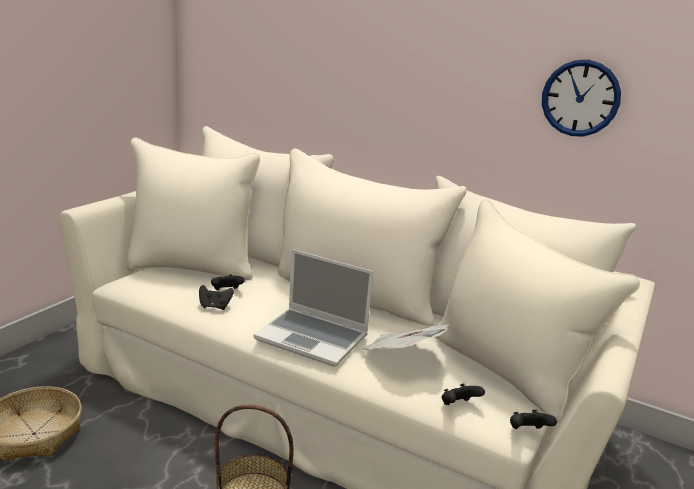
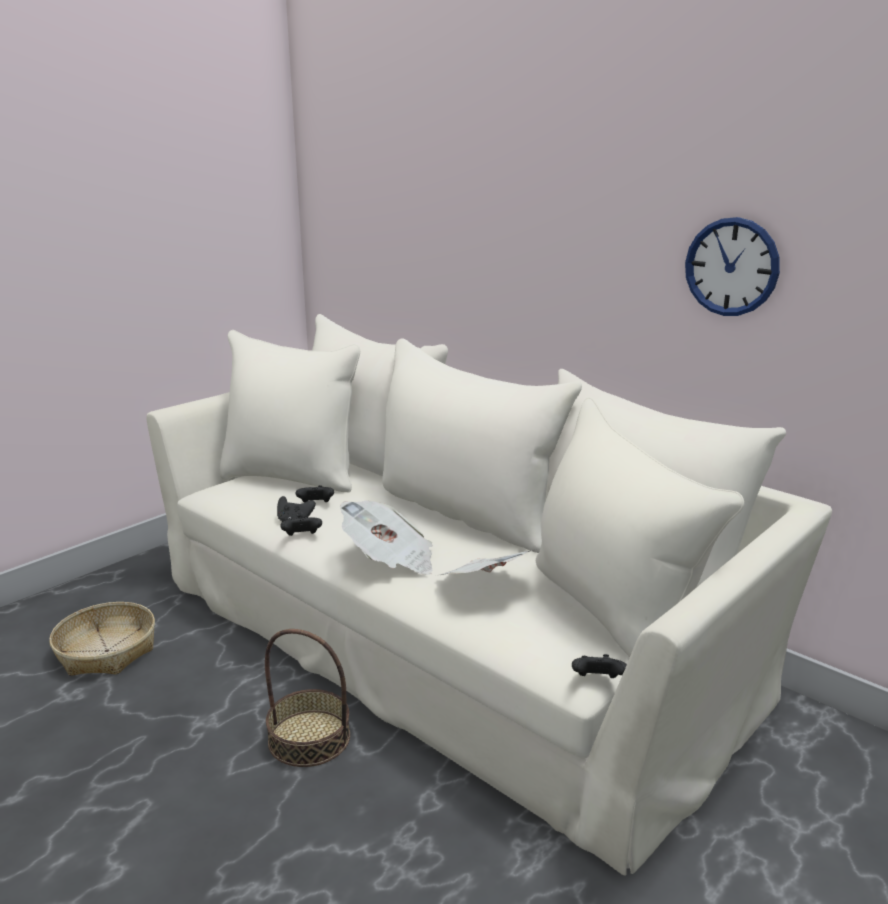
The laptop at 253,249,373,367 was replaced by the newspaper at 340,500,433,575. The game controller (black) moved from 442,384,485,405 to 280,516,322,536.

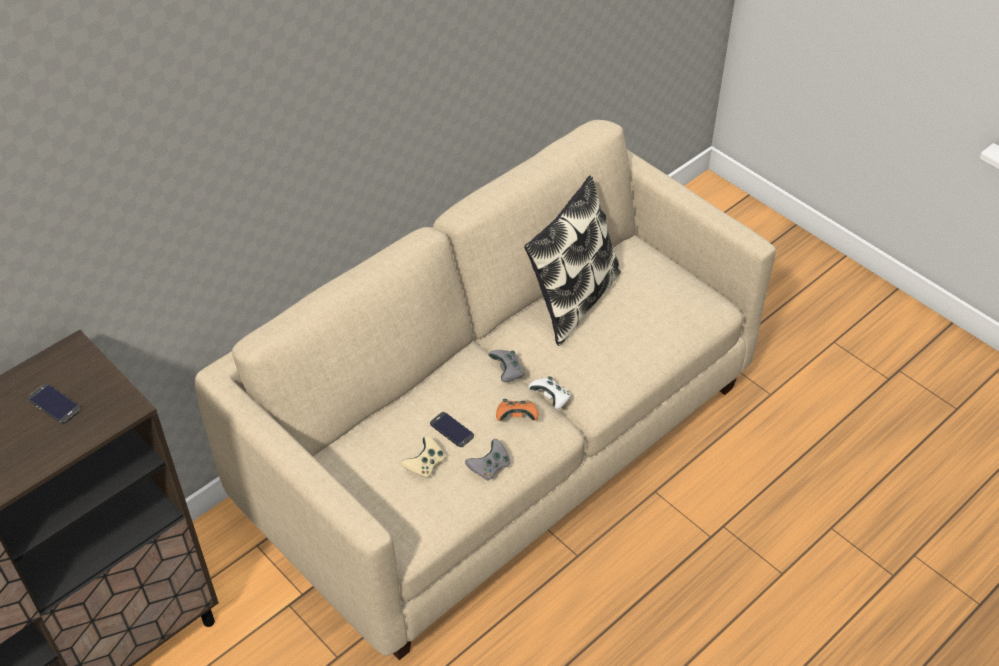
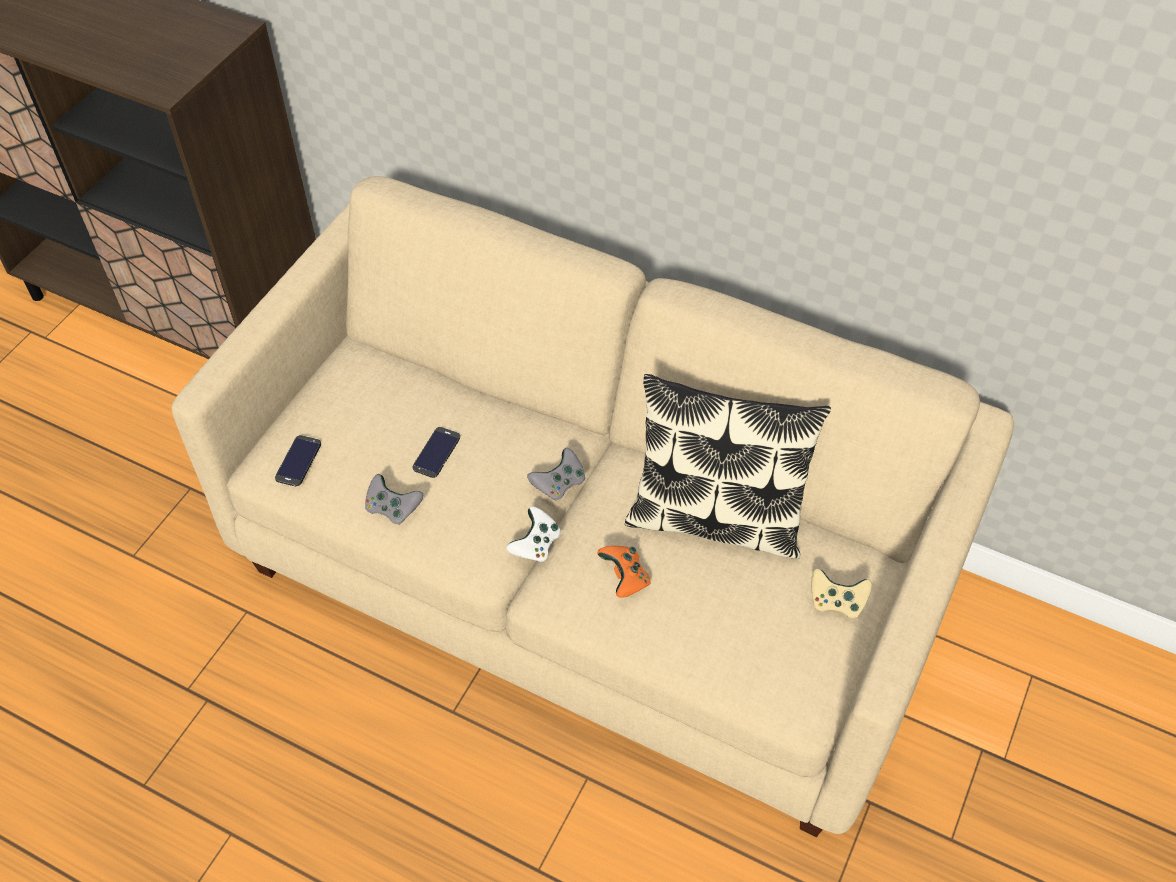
The phone moved from 28,384,81,424 to 275,435,321,486. The game controller (orange) moved from 496,399,539,421 to 597,546,651,598. The game controller (beige) moved from 401,436,445,478 to 811,568,872,618.

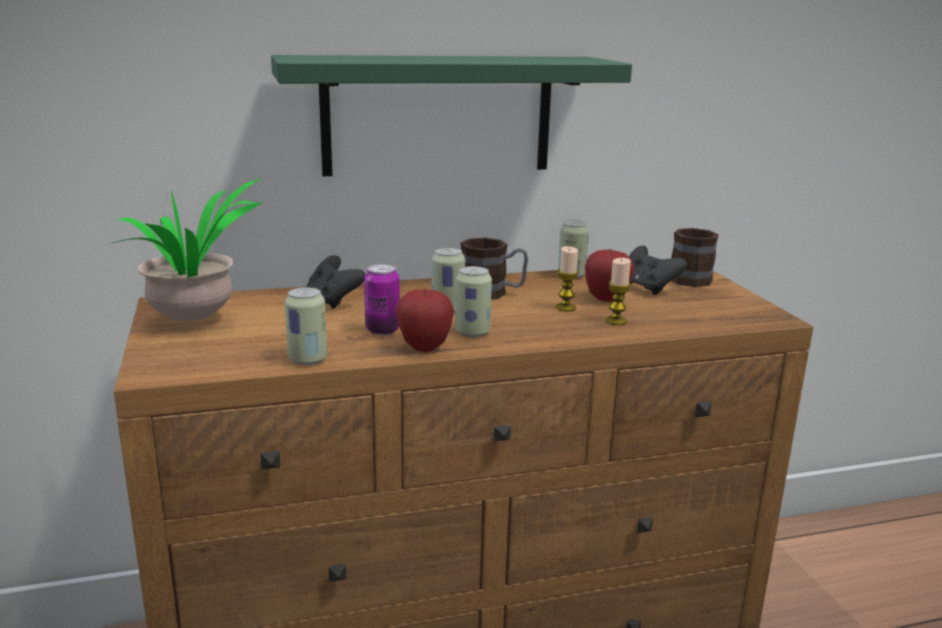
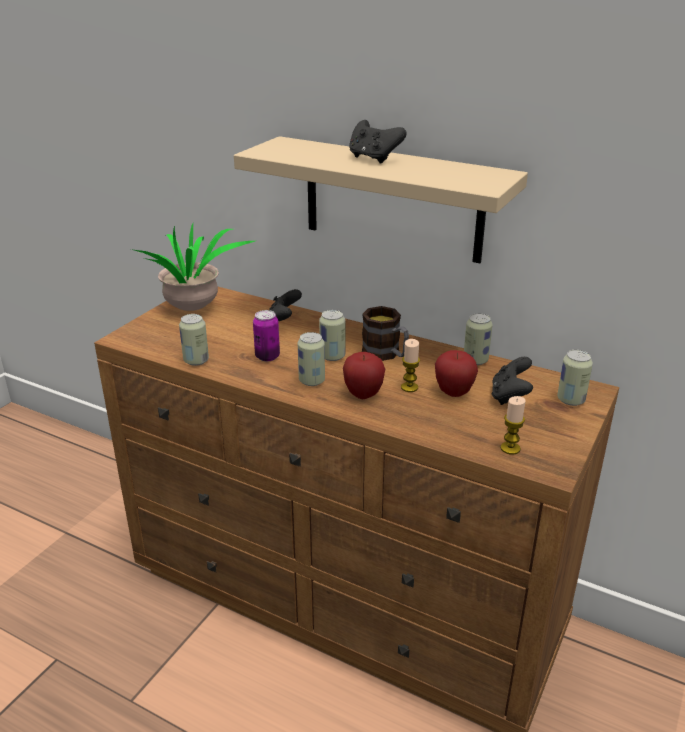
The shelf (green) at 271,55,632,176 became the shelf (beige) at 234,136,528,263. The mug at 671,228,719,287 was replaced by the can at 557,350,593,406. The candle moved from 606,258,631,325 to 500,396,526,455. The apple moved from 396,289,454,352 to 343,352,385,399. The game controller (black) at 349,120,407,164 appeared.

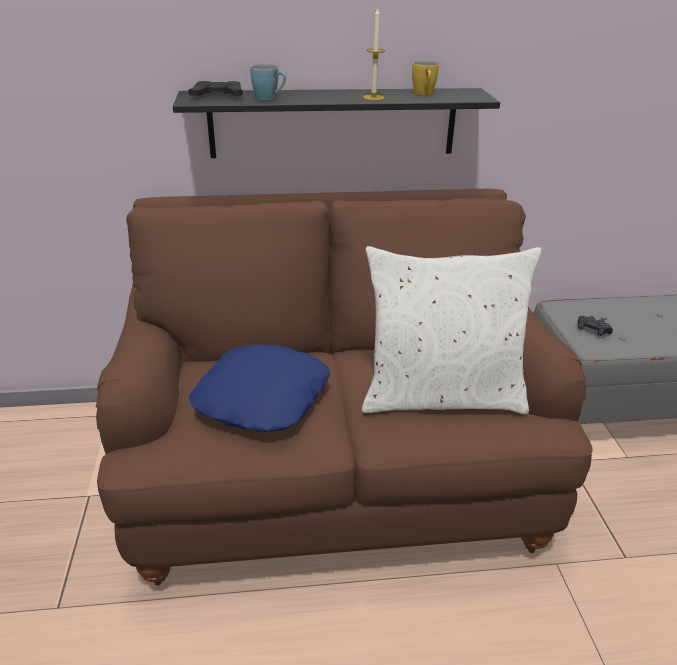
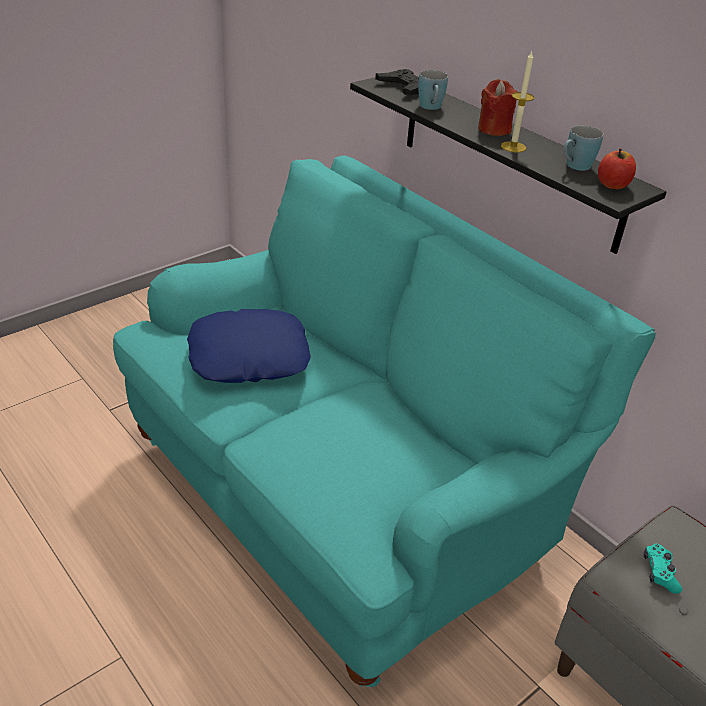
The mug (yellow) at 412,61,439,95 became the mug (blue) at 564,126,603,171. The sofa (brown) at 96,189,593,586 became the sofa (turquoise) at 113,155,656,687. The pillow (white) at 362,246,542,415 disappeared. The game controller (black) at 578,316,613,336 became the game controller (turquoise) at 644,544,682,594. The candle (red) at 478,79,517,136 appeared. The apple at 598,149,636,189 appeared.

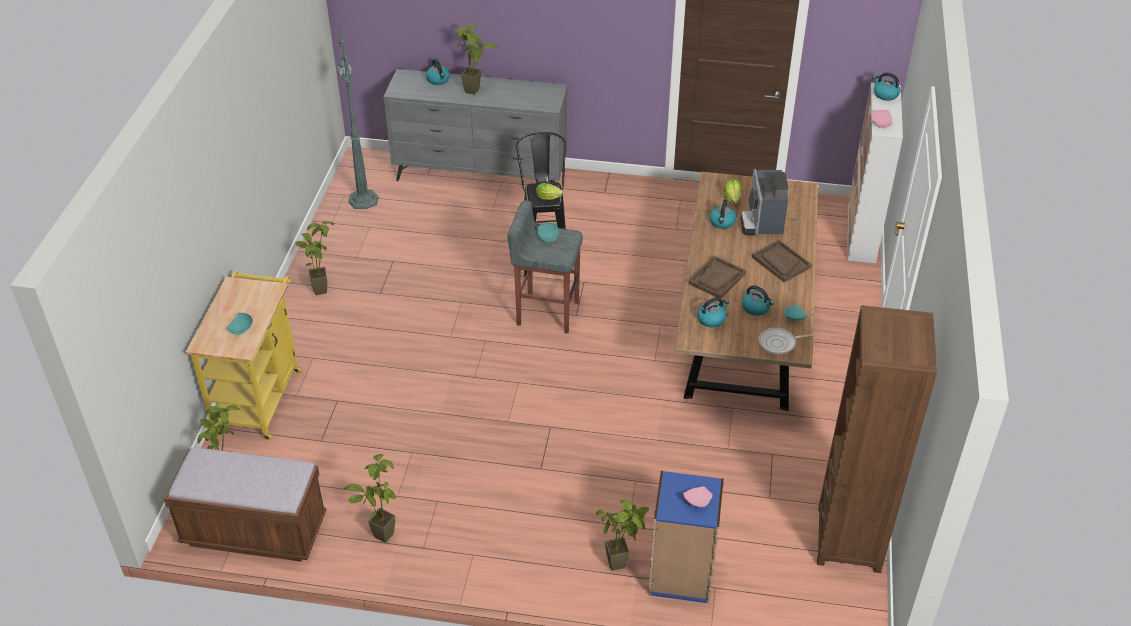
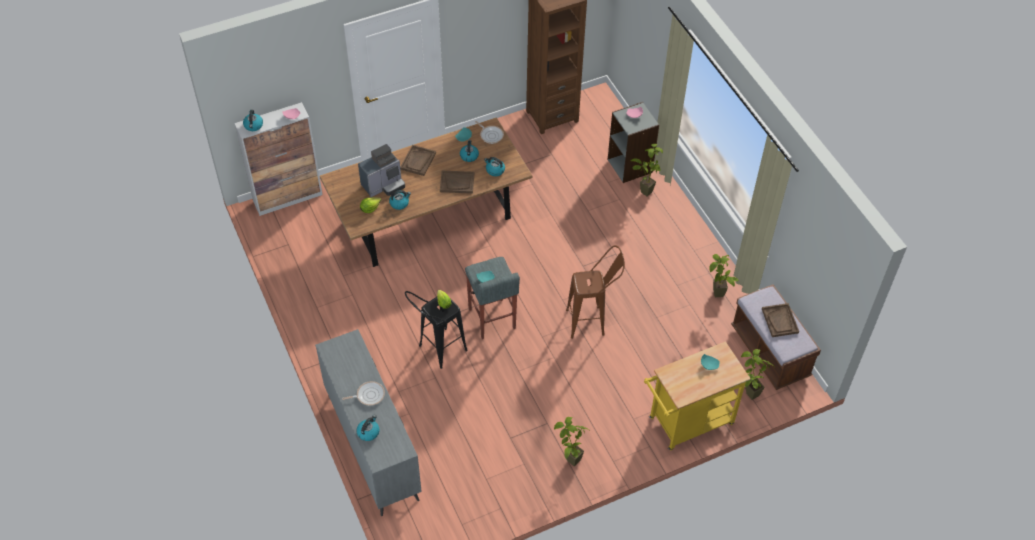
The potted plant at 455,24,498,95 was replaced by the frying pan at 342,381,385,405. The floor lamp (green) at 337,26,379,209 disappeared. The bookcase (blue) at 648,471,724,604 became the bookcase (grey) at 608,102,659,183. The stool (brown) at 566,245,625,339 appeared. The tray (brown) at 762,303,799,337 appeared.

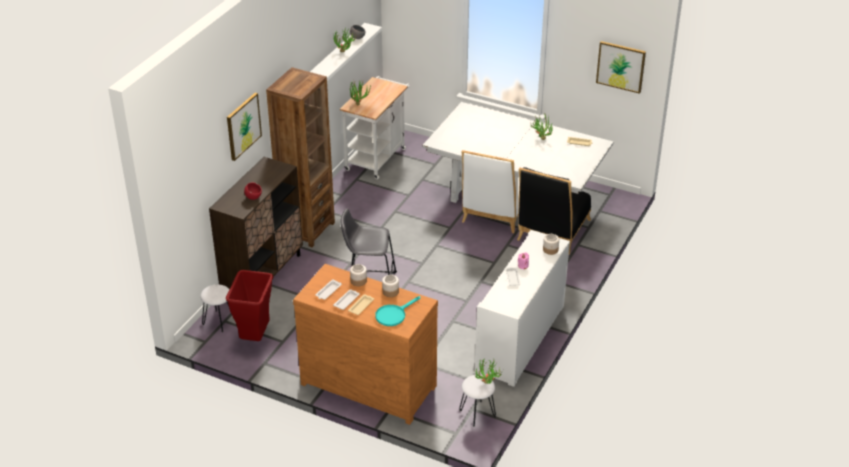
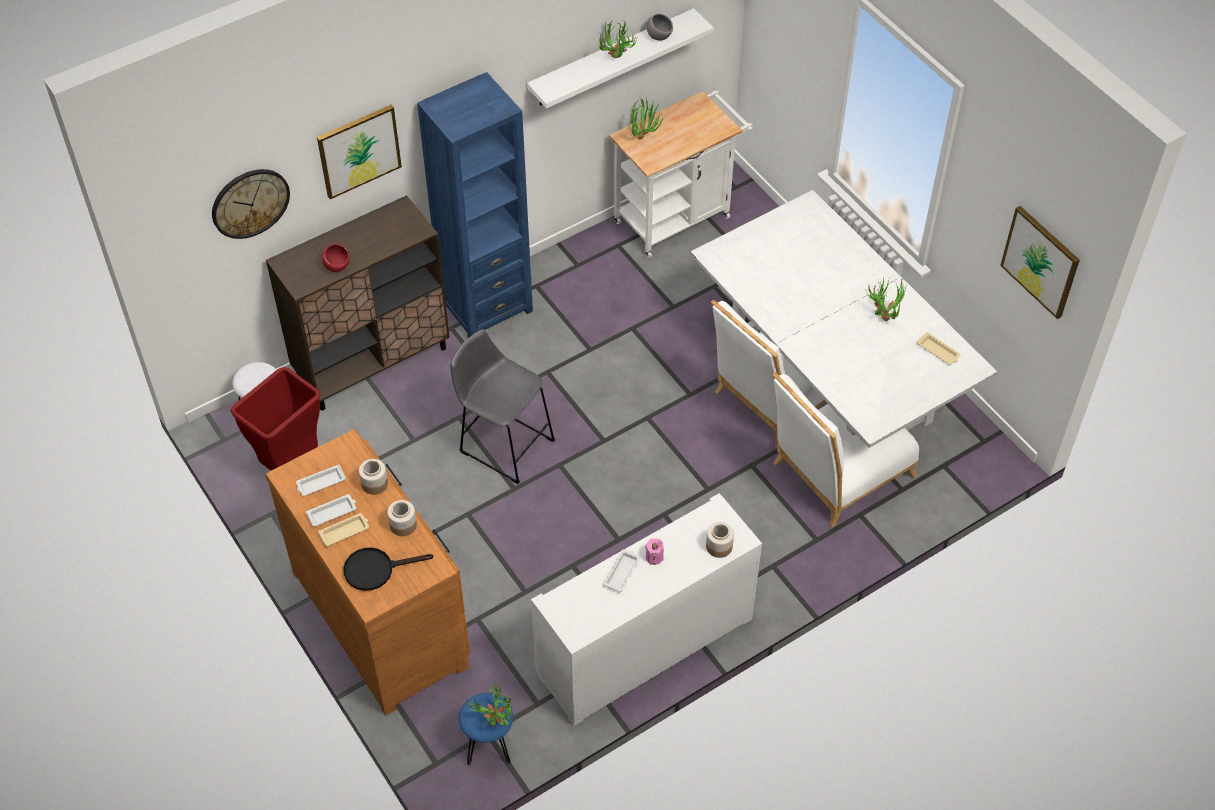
The bookcase (brown) at 266,67,335,247 became the bookcase (blue) at 417,72,533,338. The chair (black) at 517,167,591,255 became the chair (white) at 773,372,919,527. The frying pan (turquoise) at 375,296,420,326 became the frying pan (black) at 344,547,434,591. The stool (white) at 459,375,496,427 became the stool (blue) at 459,693,513,766. The wall clock at 212,169,290,239 appeared.

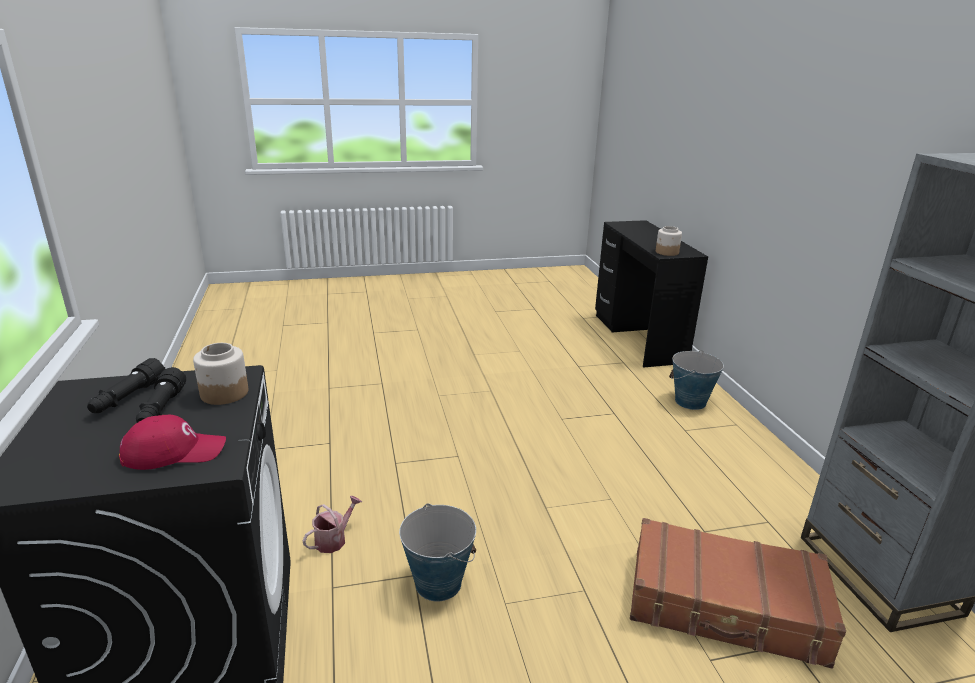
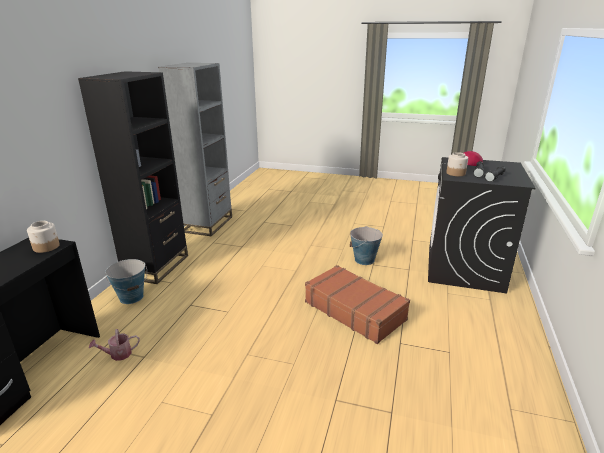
The watering can moved from 302,496,362,553 to 89,329,140,361. The suitcase (brown) moved from 630,518,846,669 to 305,265,410,344. The bookcase (black) at 78,71,188,284 appeared.

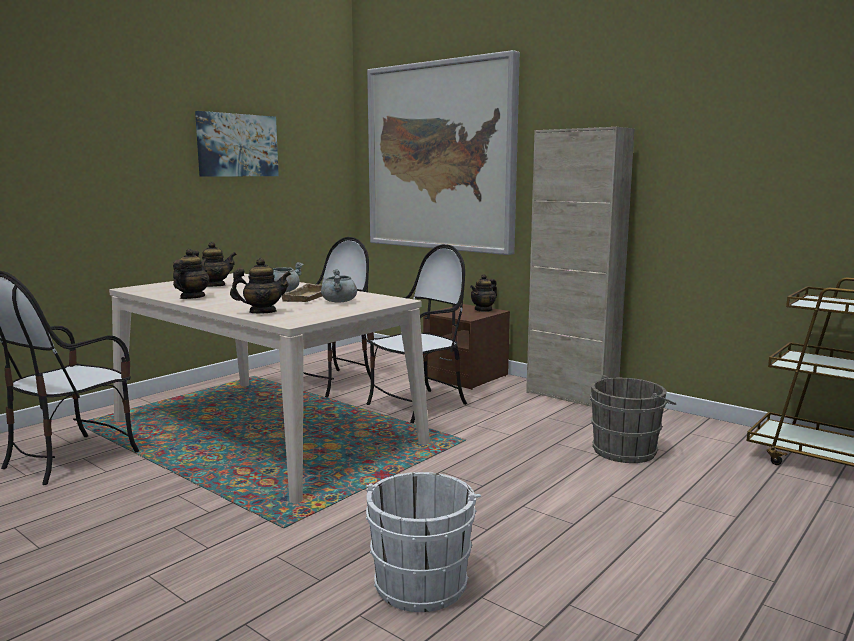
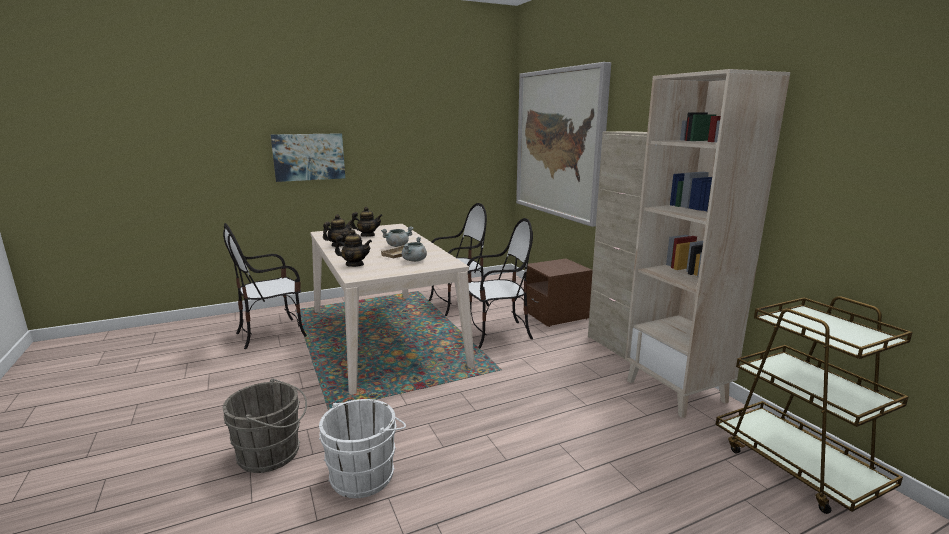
The picture moved from 195,111,279,177 to 271,133,345,182. The teapot at 470,274,497,312 disappeared. The bucket (grey) moved from 590,375,676,463 to 223,379,307,473. The bookcase (beige) at 625,69,790,418 appeared.

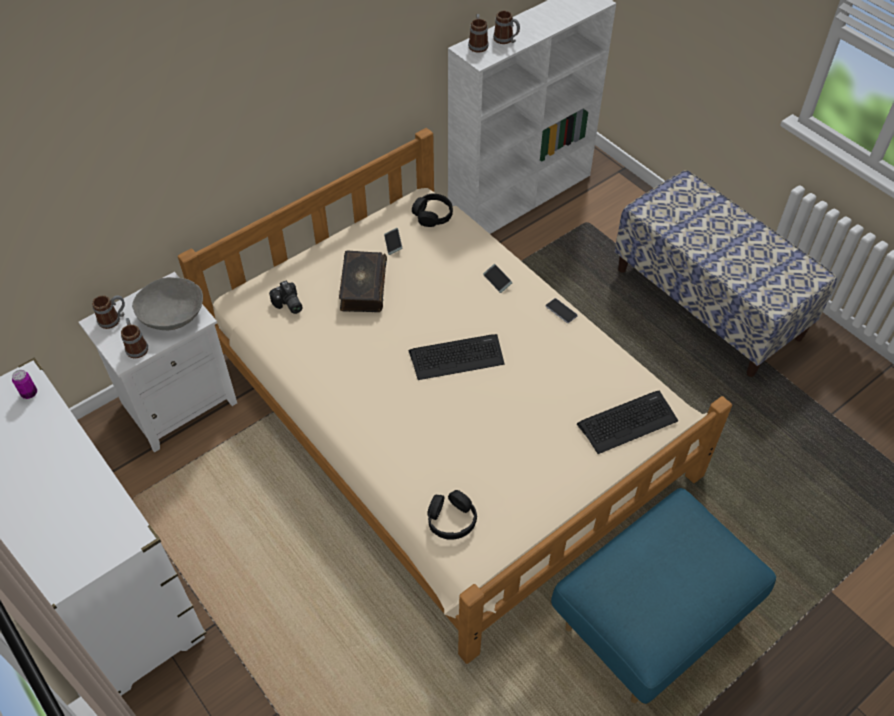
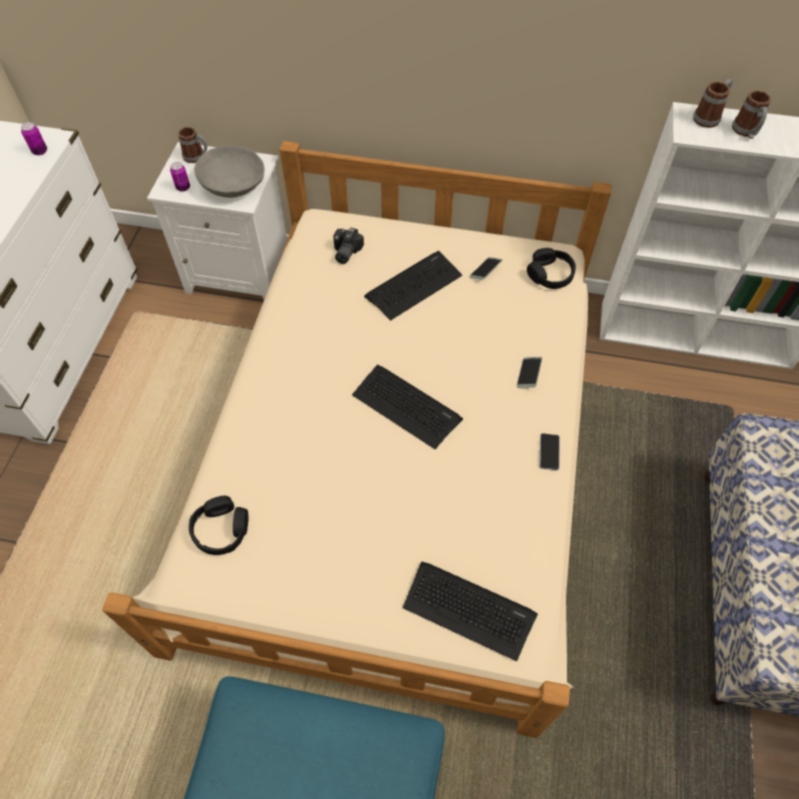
The book at 339,250,387,312 was replaced by the keyboard at 364,251,462,321. The mug at 121,318,148,358 was replaced by the can at 170,162,190,192.

